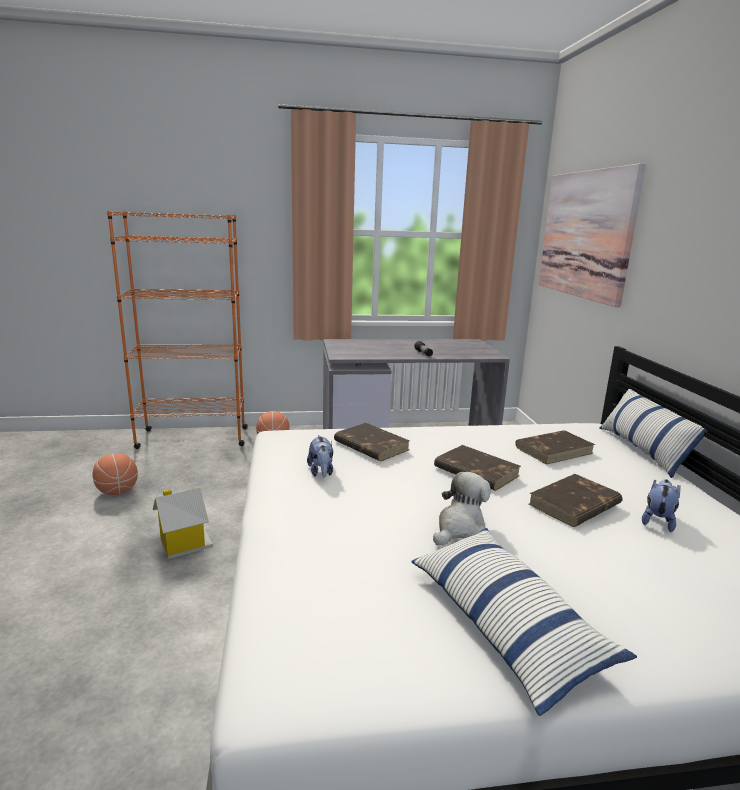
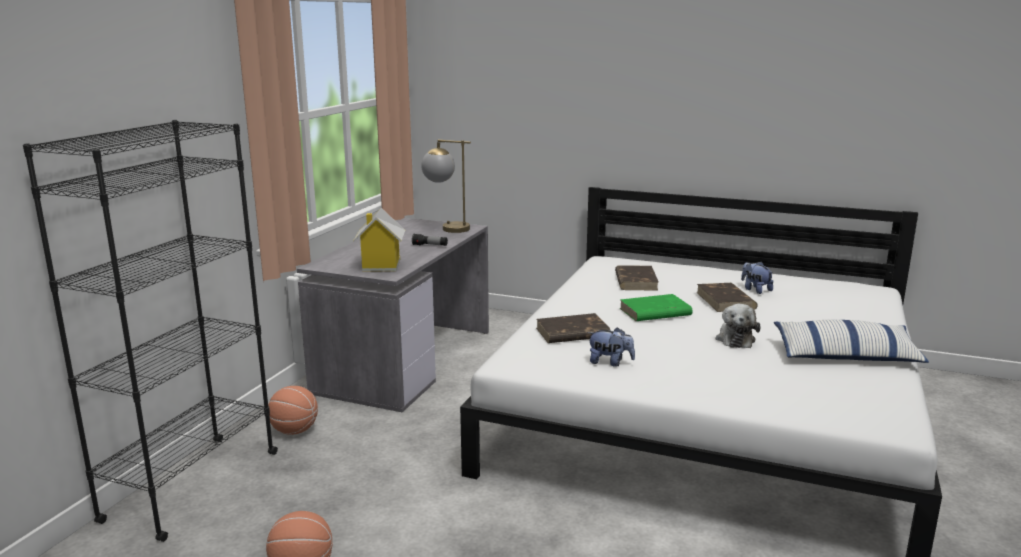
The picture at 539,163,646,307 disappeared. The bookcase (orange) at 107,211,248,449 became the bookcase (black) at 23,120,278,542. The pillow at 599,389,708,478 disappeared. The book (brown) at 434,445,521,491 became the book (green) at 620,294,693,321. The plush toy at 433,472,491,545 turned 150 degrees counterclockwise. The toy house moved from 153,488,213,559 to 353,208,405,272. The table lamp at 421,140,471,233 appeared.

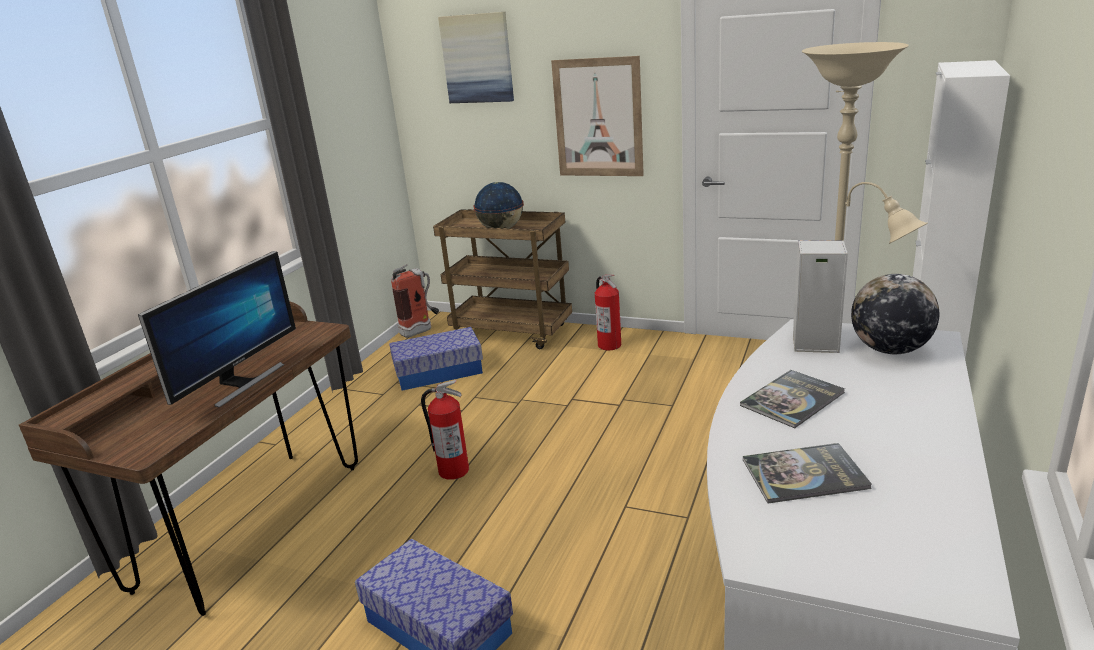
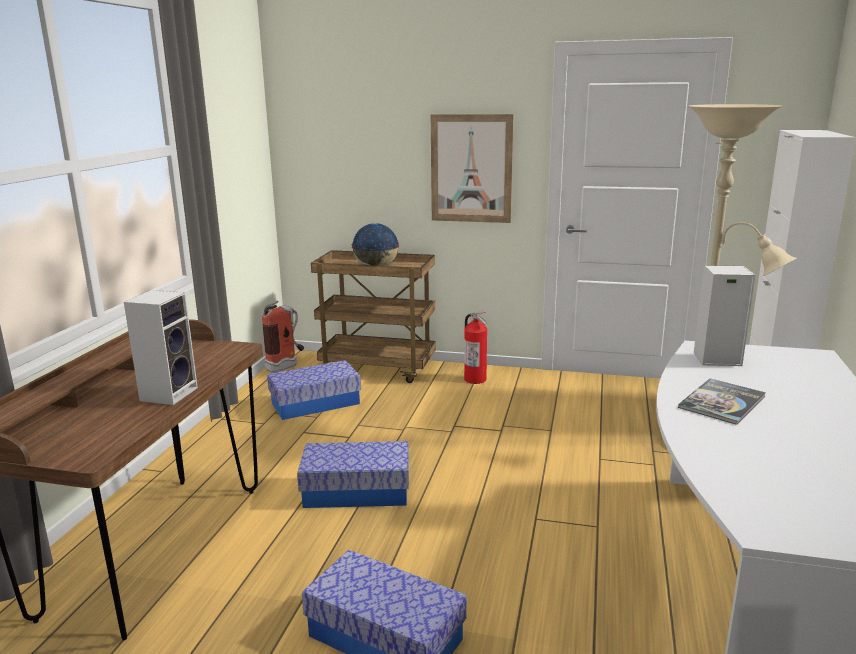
The picture at 438,12,514,103 disappeared. The monitor at 138,251,296,407 was replaced by the speaker at 124,290,198,405. The globe at 851,274,939,354 disappeared. The fire extinguisher at 421,380,469,480 was replaced by the storage box at 297,441,409,508. The book at 743,443,872,503 disappeared.

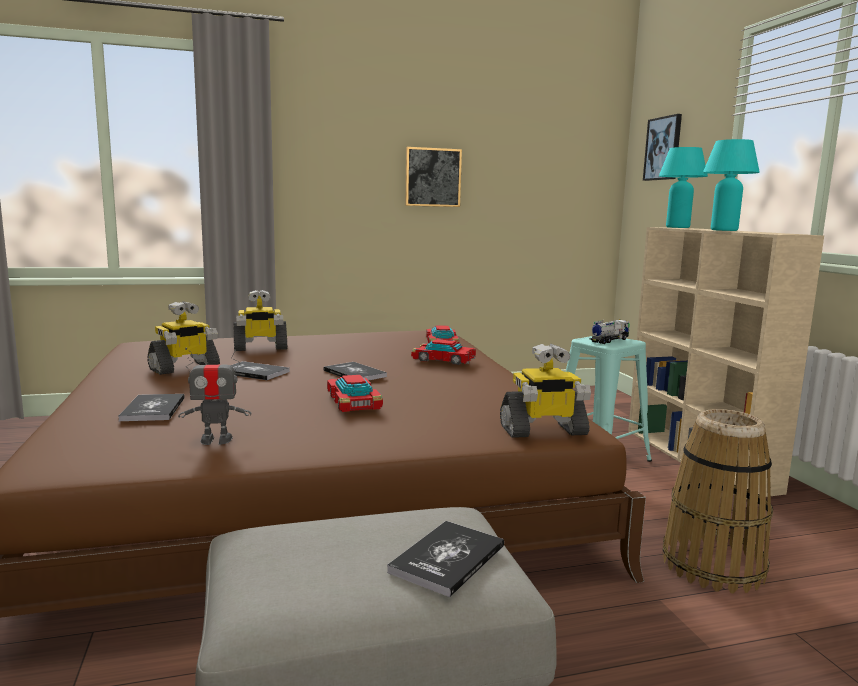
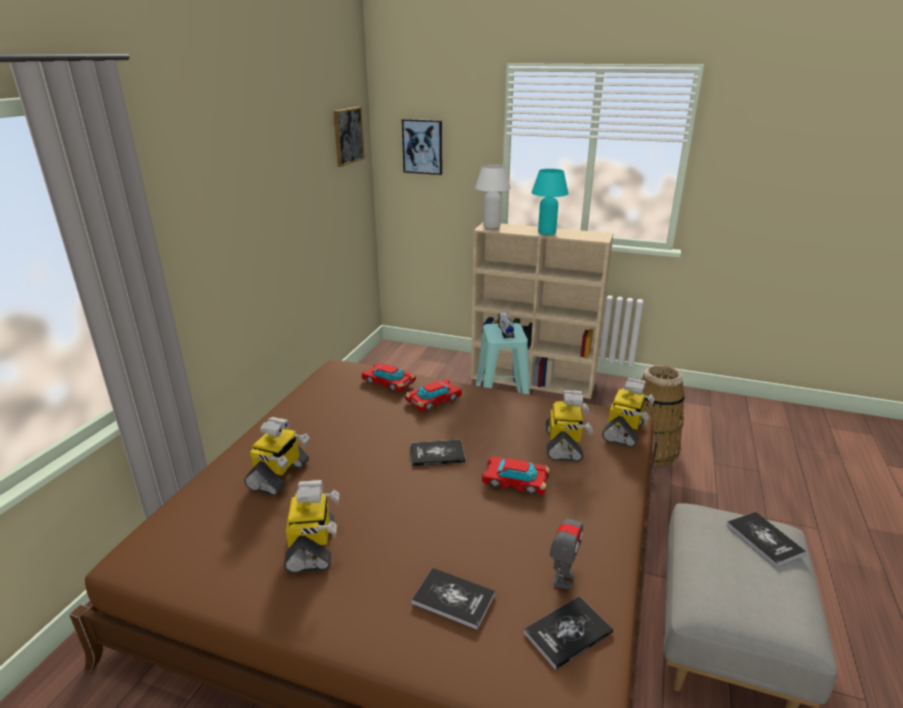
The picture moved from 405,147,462,207 to 333,107,365,167. The table lamp (turquoise) at 659,147,708,228 became the table lamp (white) at 475,164,511,229. The book moved from 231,361,290,380 to 524,596,613,670. The toy robot at 546,390,593,462 appeared.

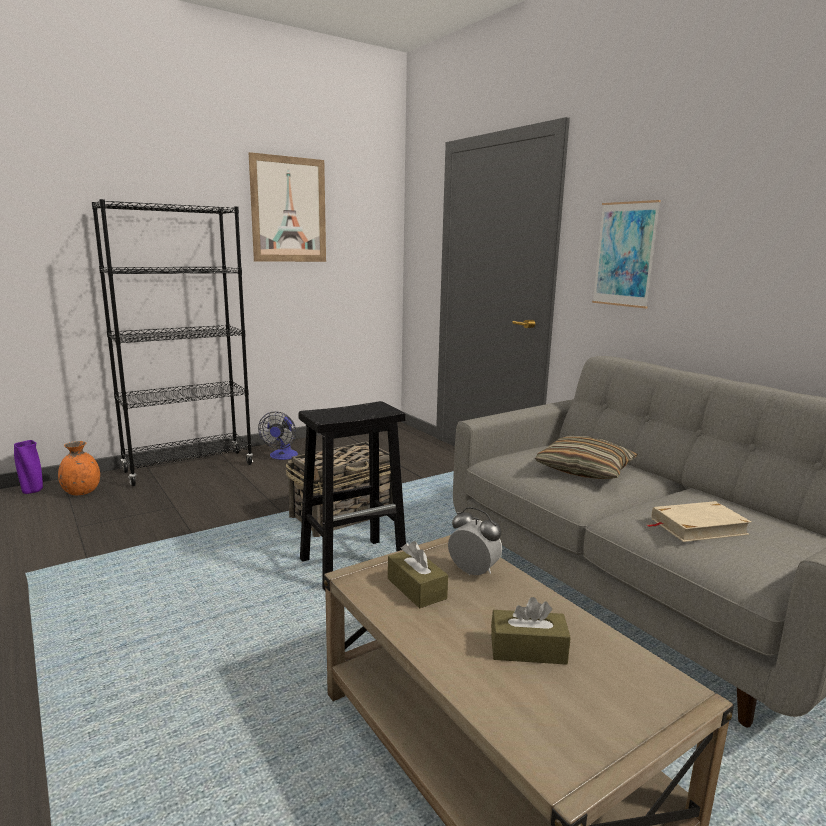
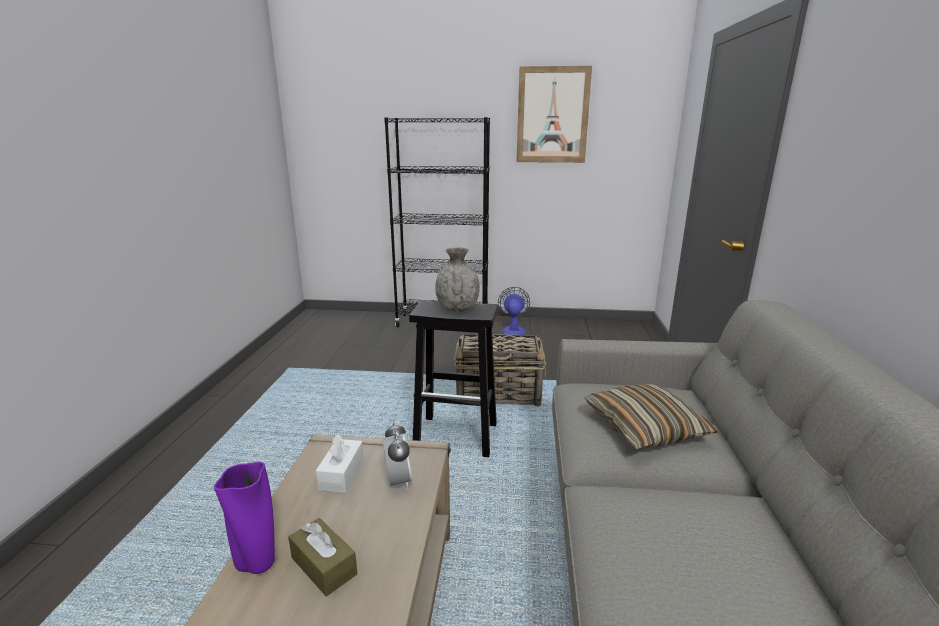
The picture at 592,200,661,308 disappeared. The fan at 258,412,298,460 turned 135 degrees clockwise. The vase (purple) moved from 14,440,43,494 to 214,462,275,574. The vase (orange) at 58,441,100,495 disappeared. The book (beige) at 647,501,751,542 disappeared. The tissue box (brown) at 388,541,448,608 became the tissue box (white) at 316,434,364,493. The vase (grey) at 435,247,480,313 appeared.

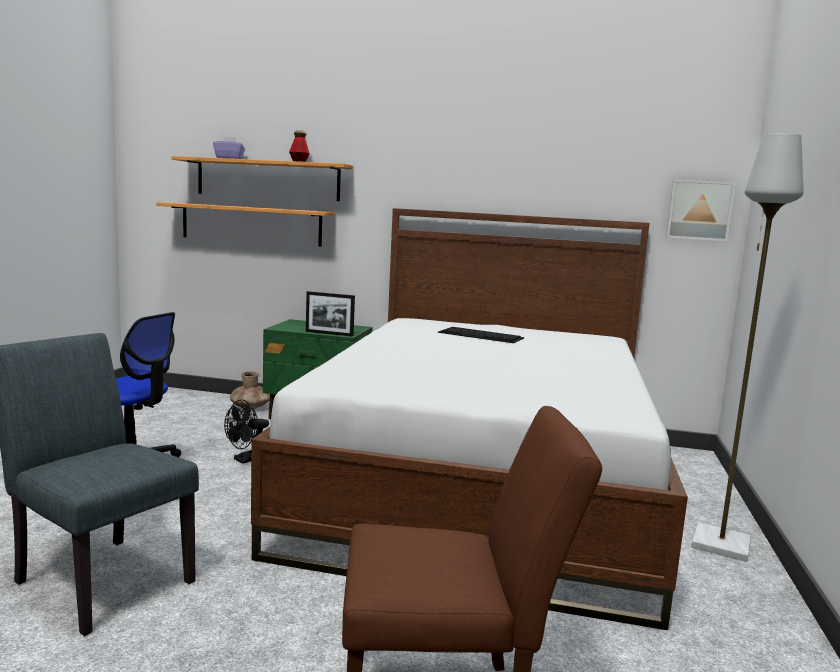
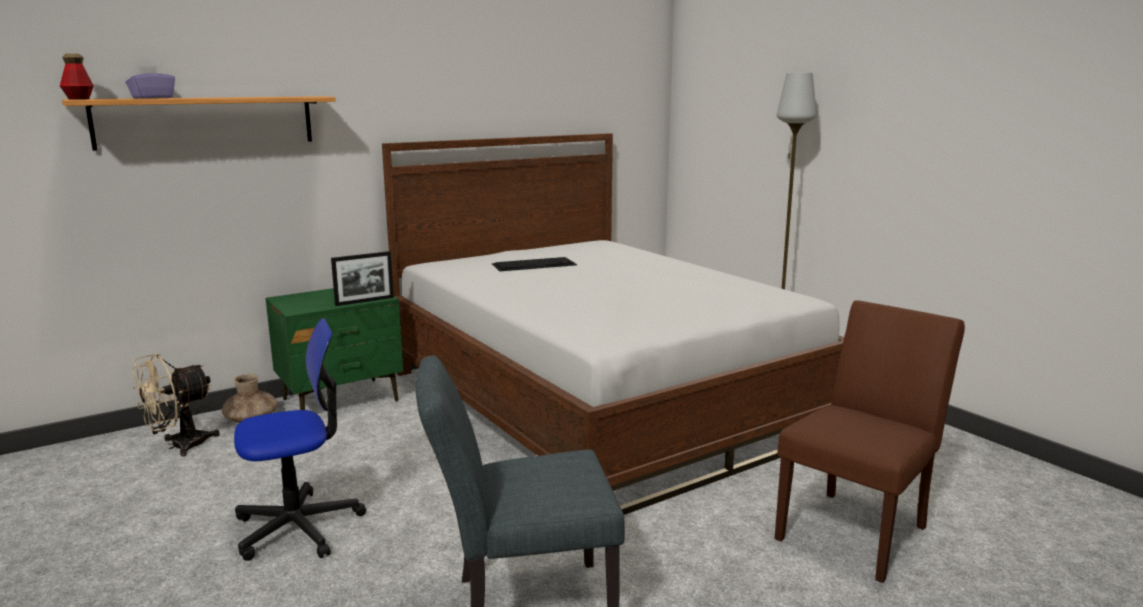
The bottle moved from 289,130,310,162 to 60,53,94,100. The picture at 666,180,736,241 disappeared. The shelf at 156,202,335,247 disappeared. The fan (black) at 224,399,269,464 disappeared. The fan (beige) at 131,354,220,456 appeared.

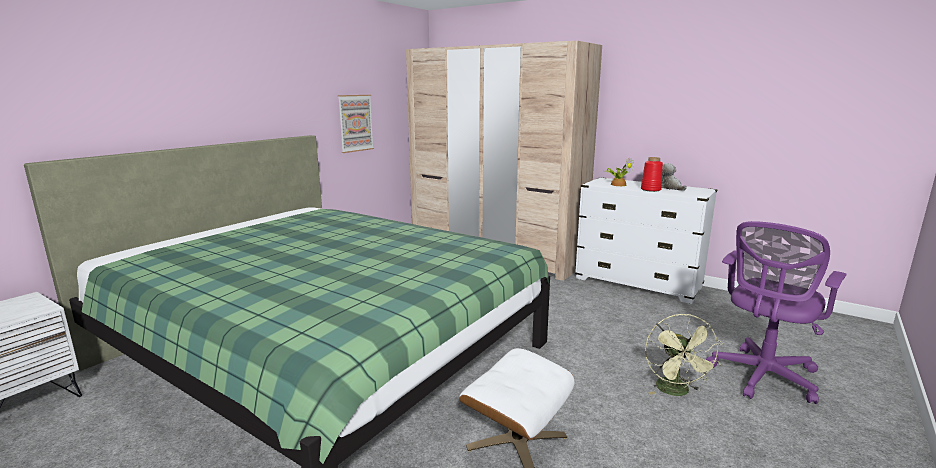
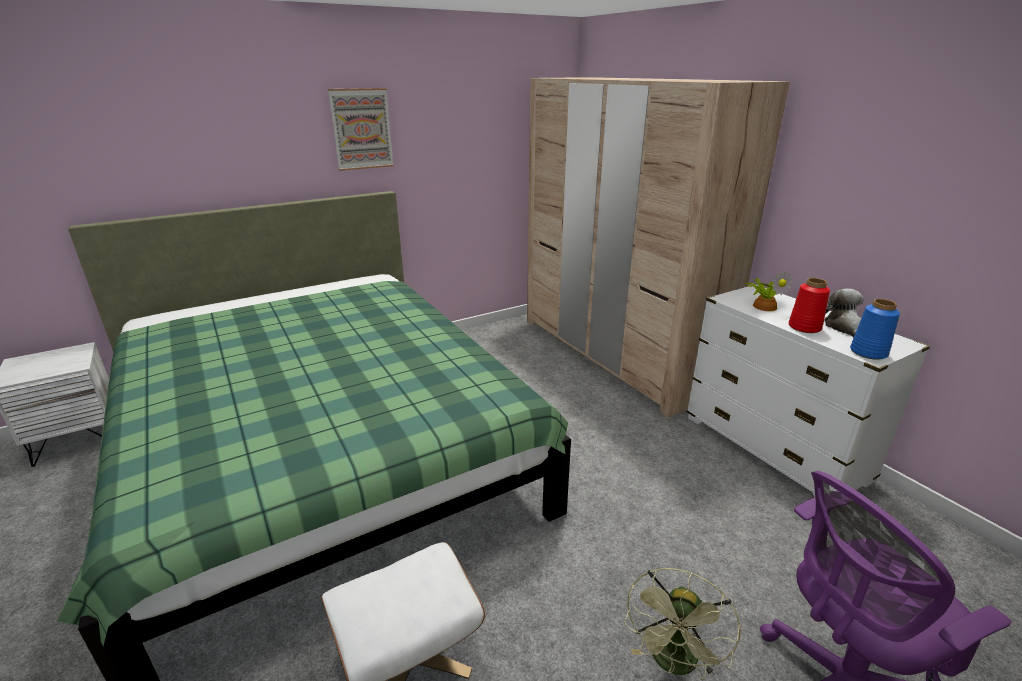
The picture moved from 338,95,374,153 to 328,88,394,171. The vase (blue) at 850,299,900,360 appeared.

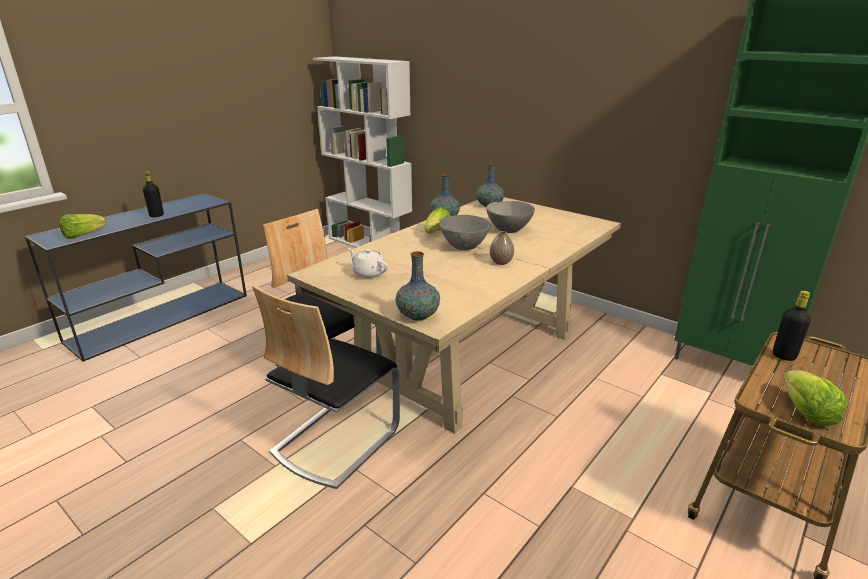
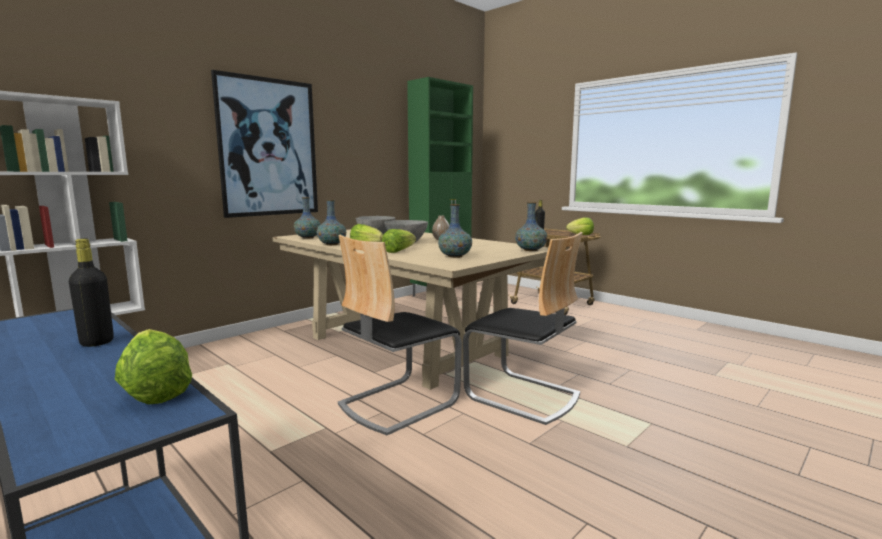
The teapot (white) at 348,248,388,278 was replaced by the vase at 438,204,472,258. The picture at 211,70,318,218 appeared. The lettuce at 382,229,416,253 appeared.

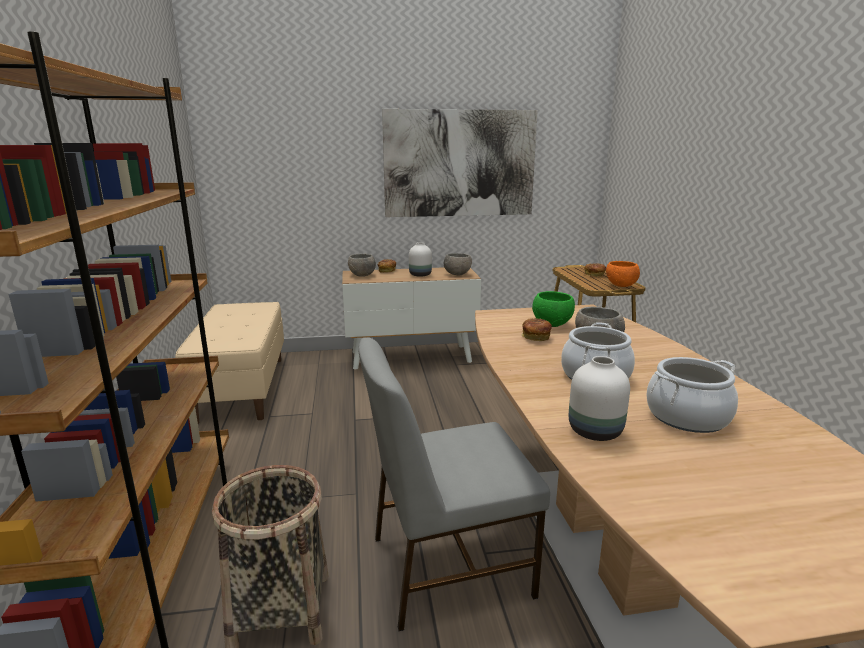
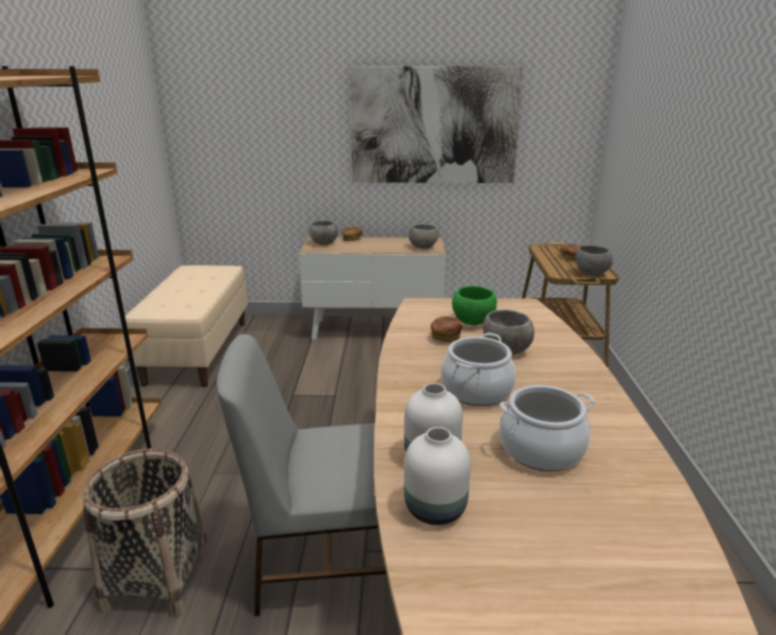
The vase (white) moved from 409,242,432,277 to 404,427,471,525. The bowl (orange) at 606,261,640,287 became the bowl (grey) at 575,245,613,275.

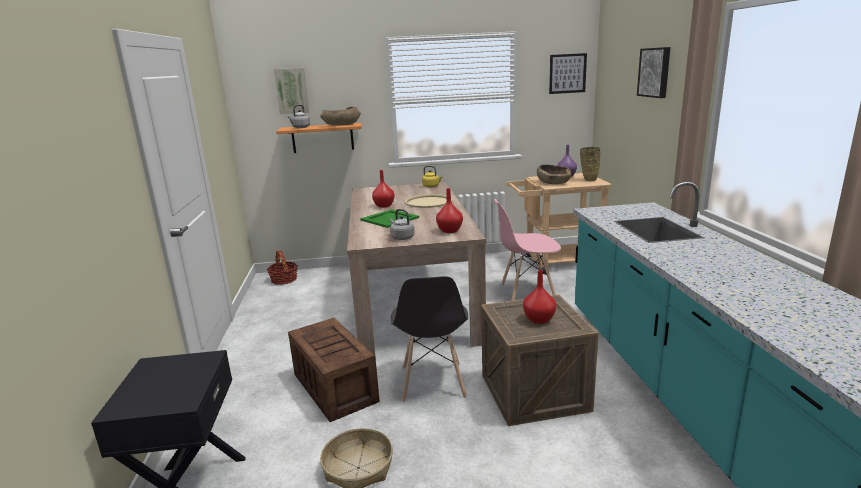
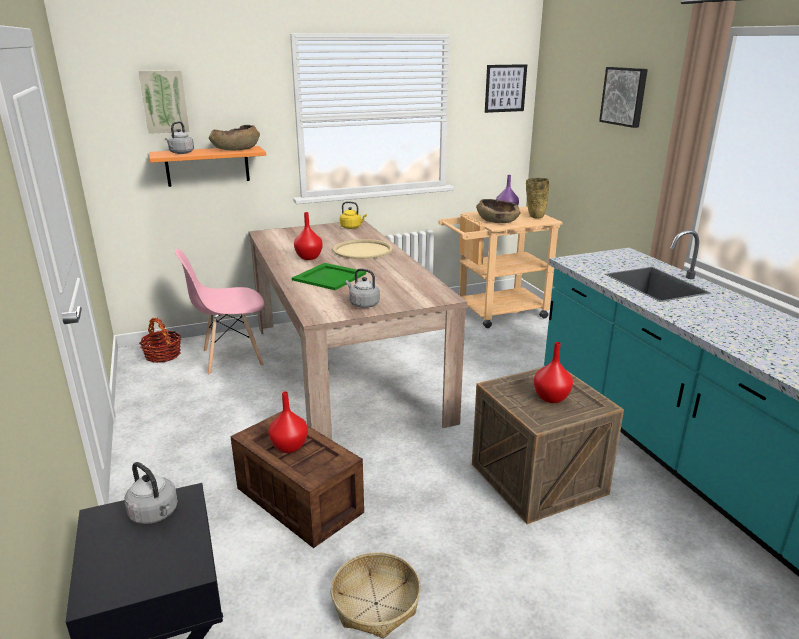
The vase (red) moved from 436,188,463,233 to 268,391,308,453. The chair (pink) moved from 494,199,561,301 to 175,249,264,375. The chair (grey) at 391,276,468,402 disappeared. The kettle (grey) at 124,462,178,524 appeared.

